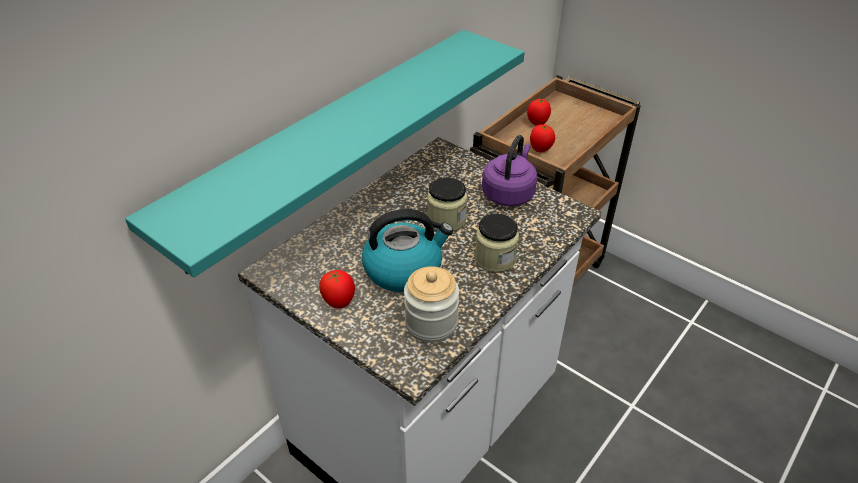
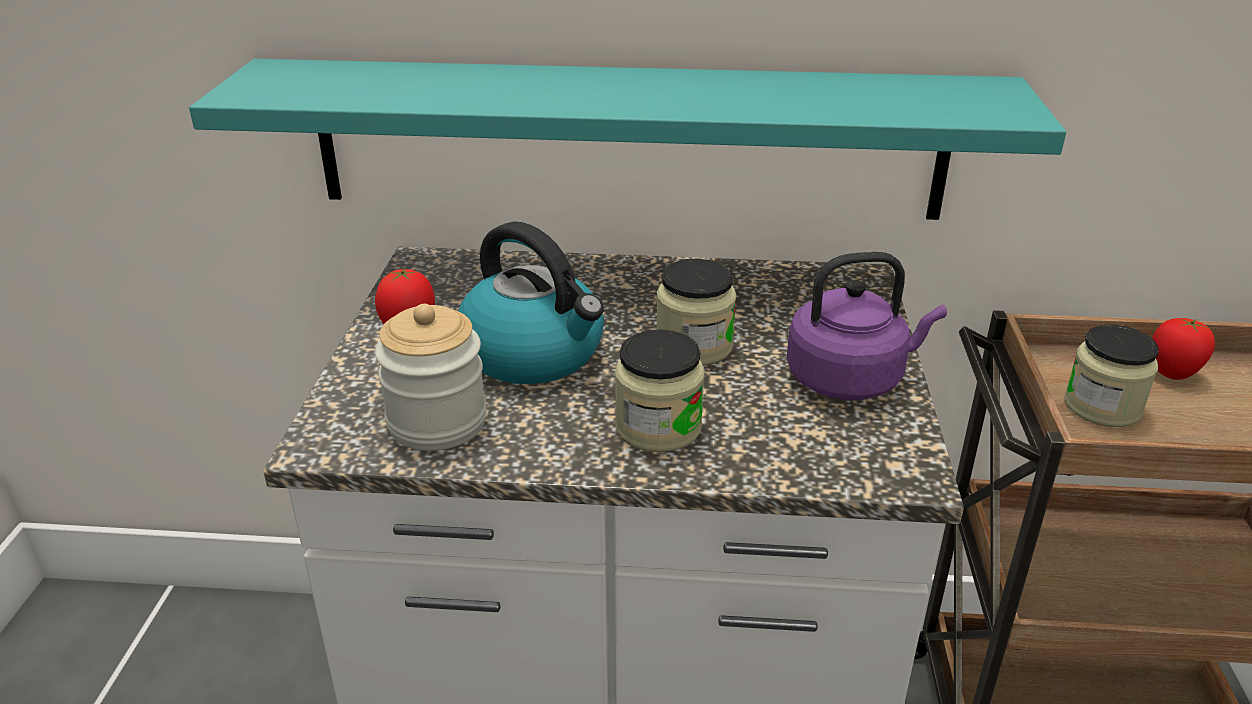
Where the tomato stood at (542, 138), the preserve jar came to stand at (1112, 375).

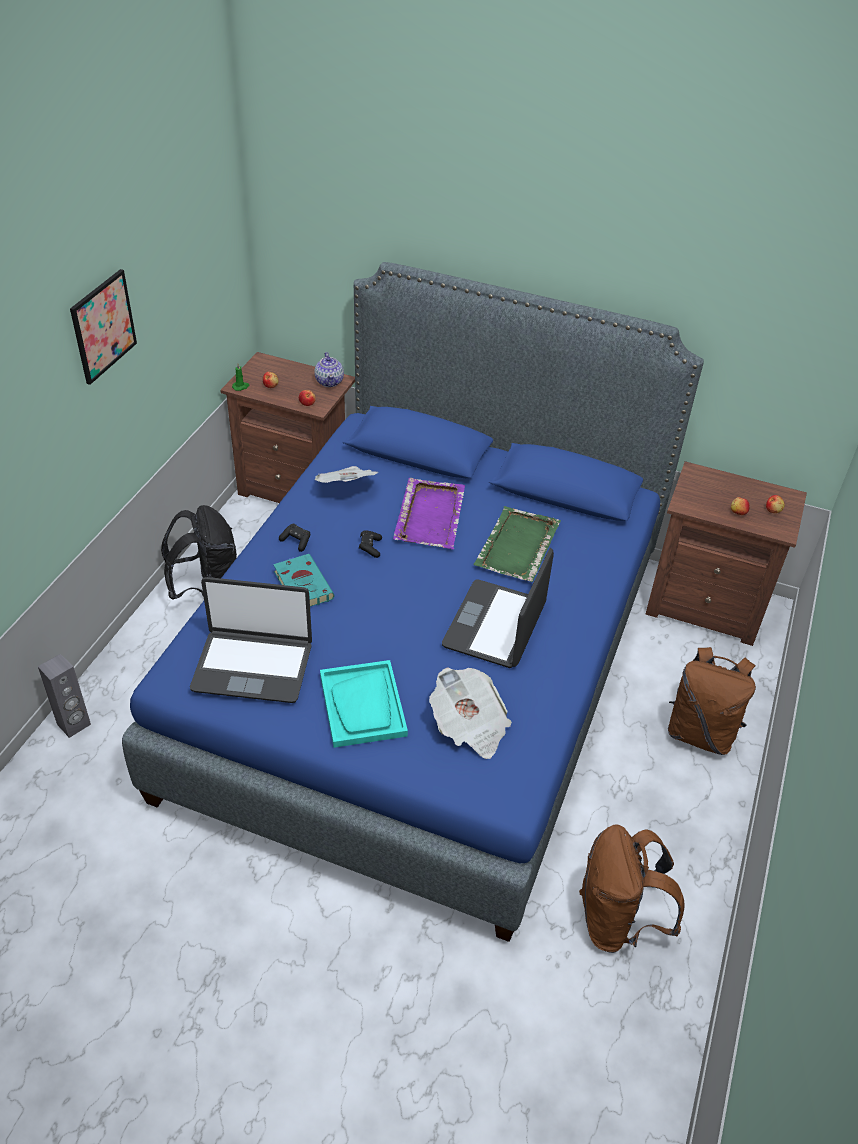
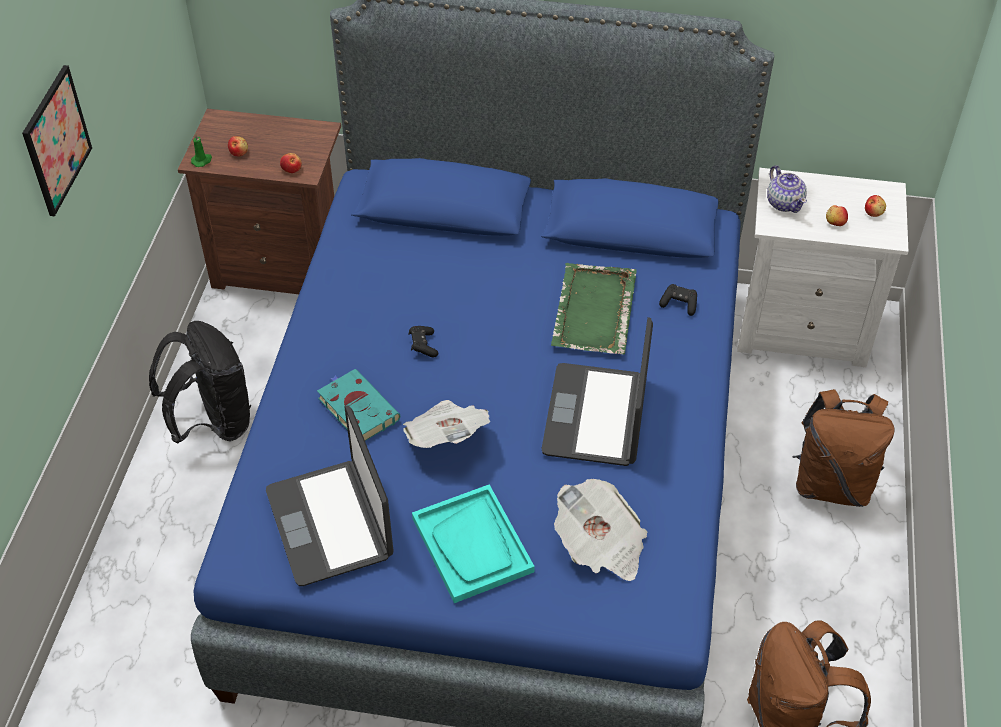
The notebook computer at (251, 640) ended up facing another way, 75 degrees clockwise from before. The daily paper ended up elsewhere, having gone from (346, 474) to (446, 424). The joypad (black) ended up elsewhere, having gone from (294, 538) to (678, 300). What was the nightstand (brown-coloured) at (726, 553) turned into the nightstand (white) at (823, 267). The tea pot ended up elsewhere, having gone from (329, 369) to (787, 189). The second view lost the speaker (grey) at (64, 696). The second view lost the carrying tray (purple) at (429, 513).

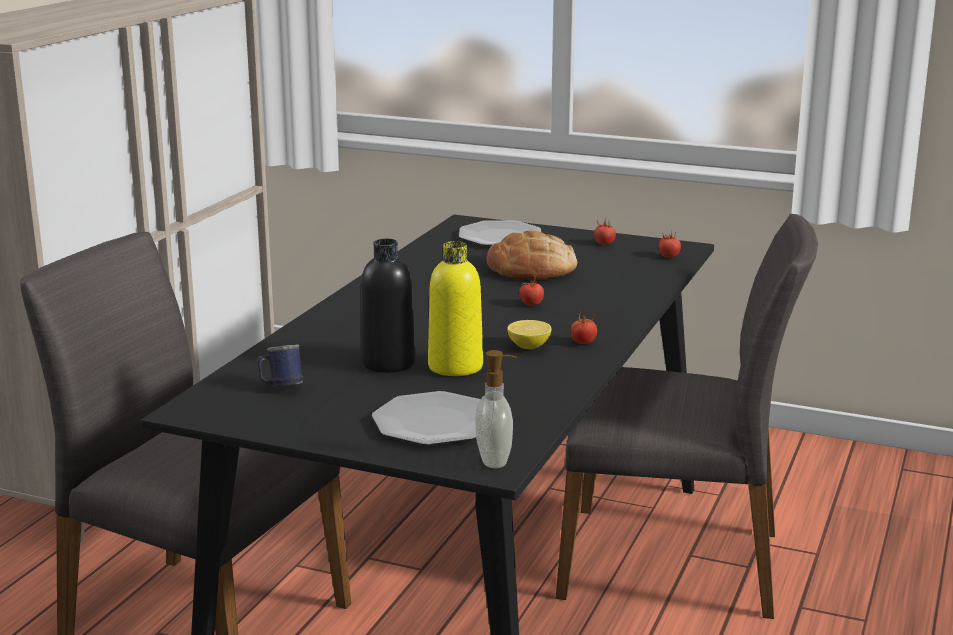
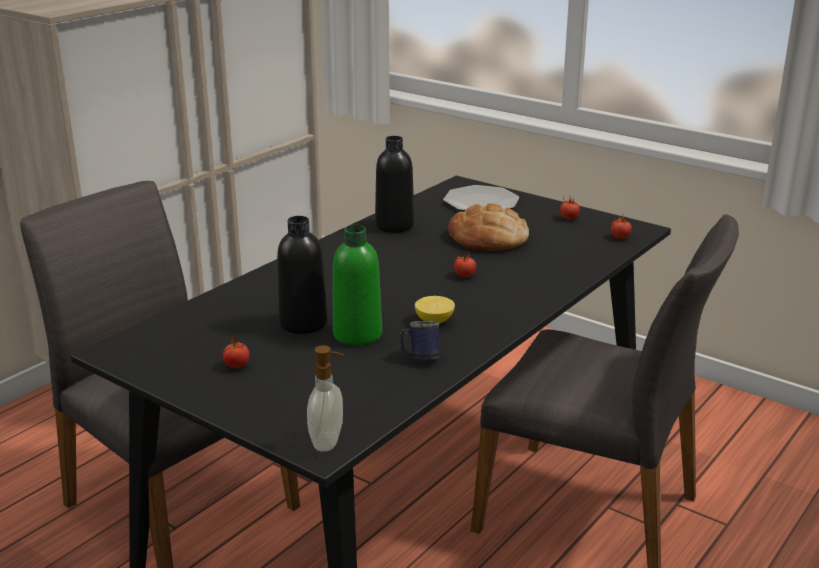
The tomato ended up elsewhere, having gone from (583, 327) to (236, 351). What was the drink bottle (yellow) at (455, 308) turned into the drink bottle (greenish) at (357, 285). The second view gained the drink bottle (black) at (394, 184). The coffee mug (blue-coloured) ended up elsewhere, having gone from (280, 365) to (420, 340). The second view lost the dinner plate at (426, 418).

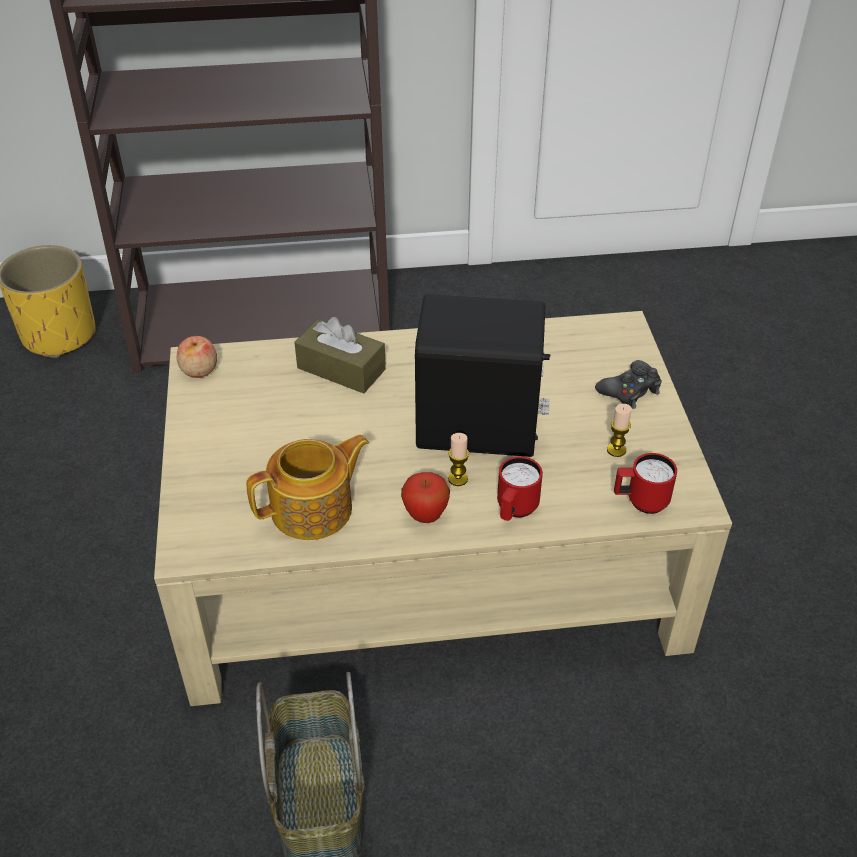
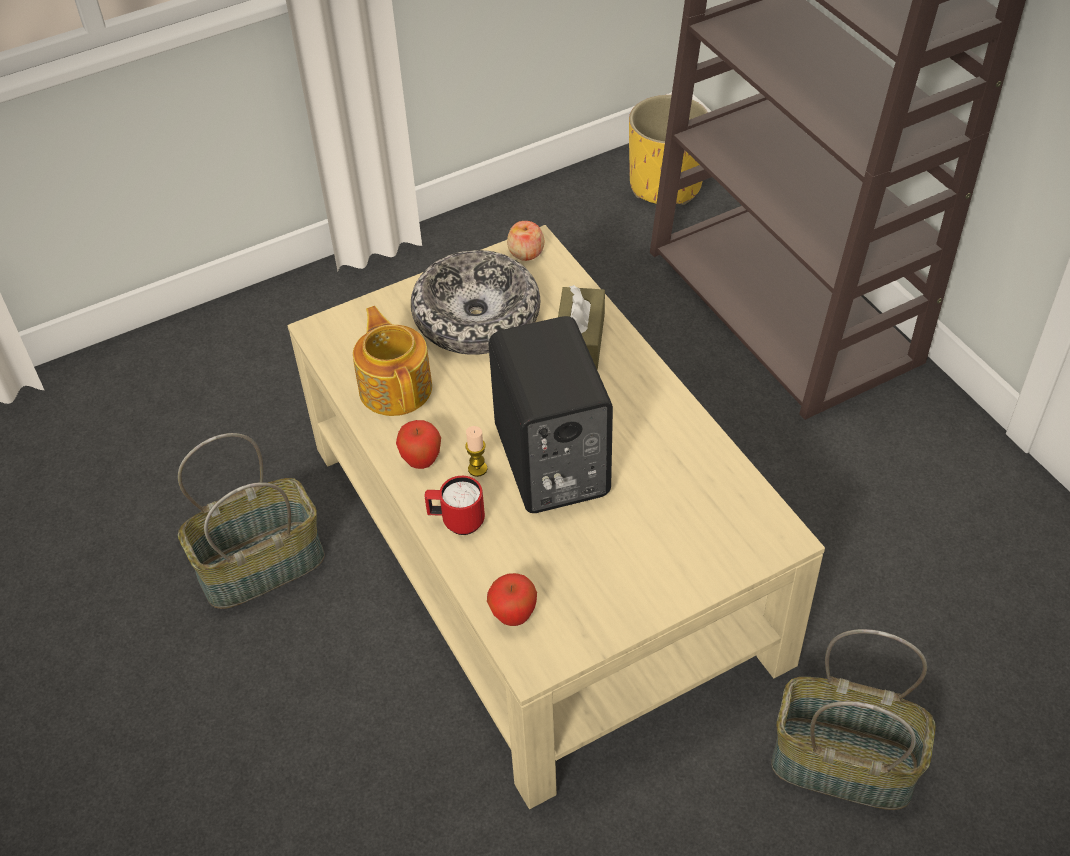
The tea pot at (307, 487) ended up facing another way, 150 degrees counterclockwise from before. The second view gained the deep dish at (475, 302). Where the coffee mug (red) stood at (645, 483), the whole apple came to stand at (512, 599). The second view gained the storage basket at (853, 719). The second view lost the joypad (black) at (628, 384). The second view lost the candle at (619, 430).

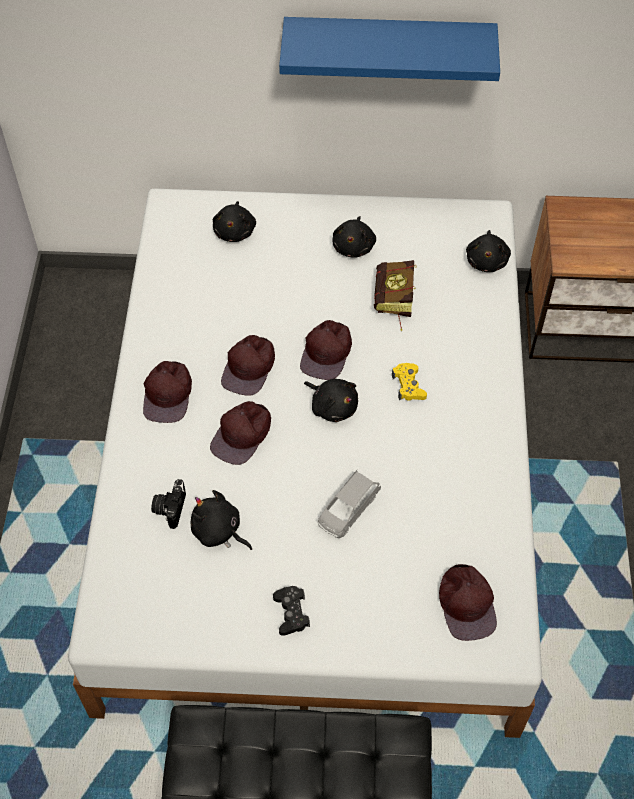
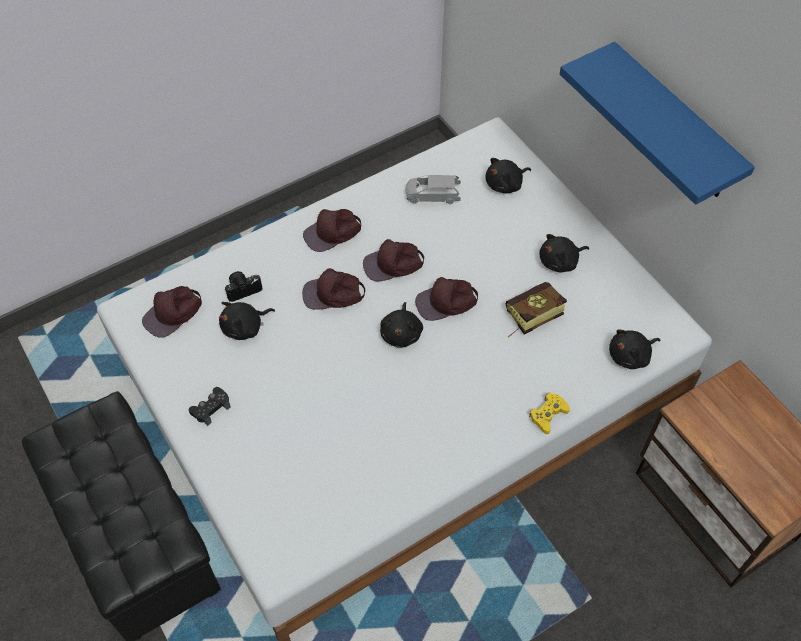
The peaked cap (brown-coloured) ended up elsewhere, having gone from (468, 602) to (172, 312). The cuddly toy (black) at (221, 520) ended up facing another way, 120 degrees counterclockwise from before. The model car (grey) ended up elsewhere, having gone from (349, 504) to (433, 189). The joypad (yellow) ended up elsewhere, having gone from (409, 382) to (549, 413).

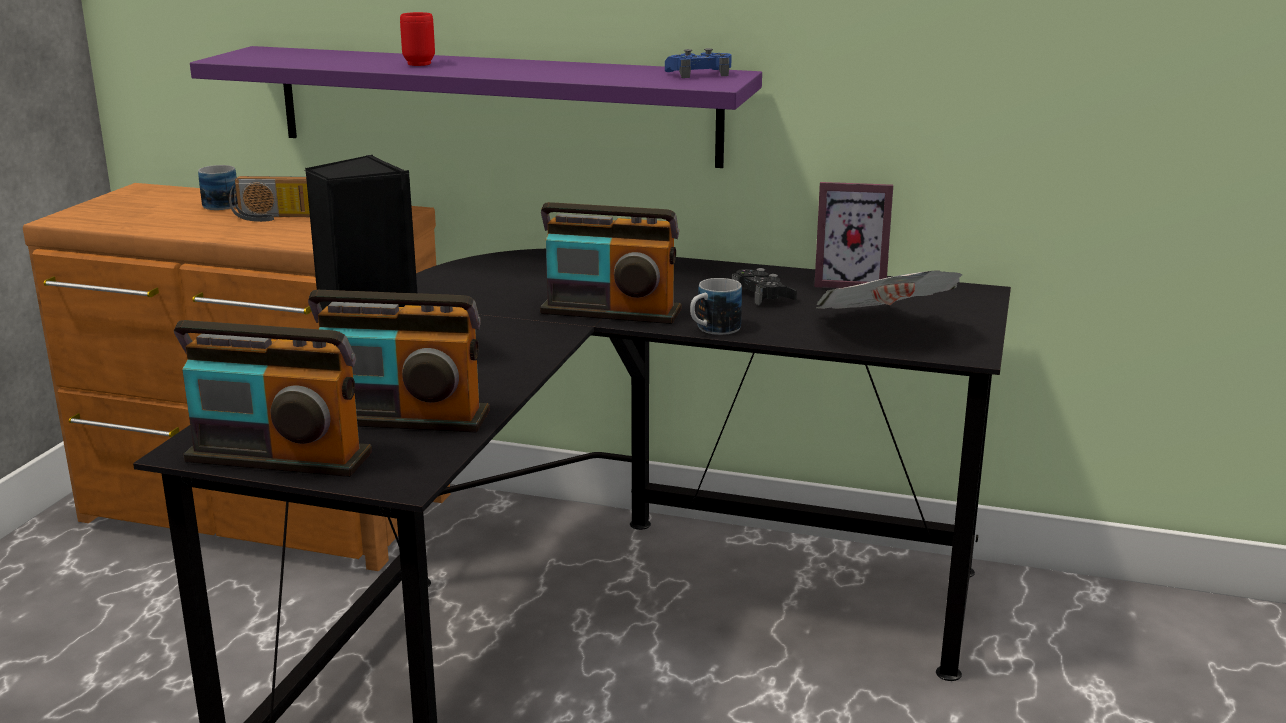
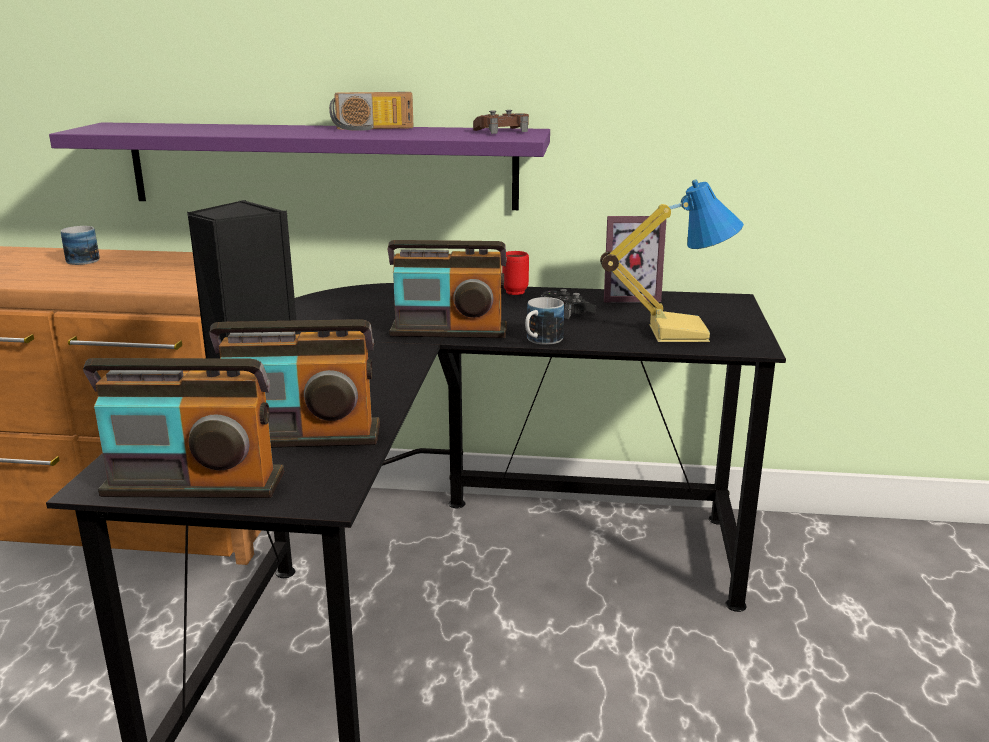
The radio set ended up elsewhere, having gone from (269, 199) to (371, 111). What was the joypad (blue-coloured) at (698, 63) turned into the joypad (brown-coloured) at (501, 122). The coffee mug (red) ended up elsewhere, having gone from (417, 39) to (515, 273). Where the daily paper stood at (889, 289), the tabletop lamp came to stand at (672, 260).

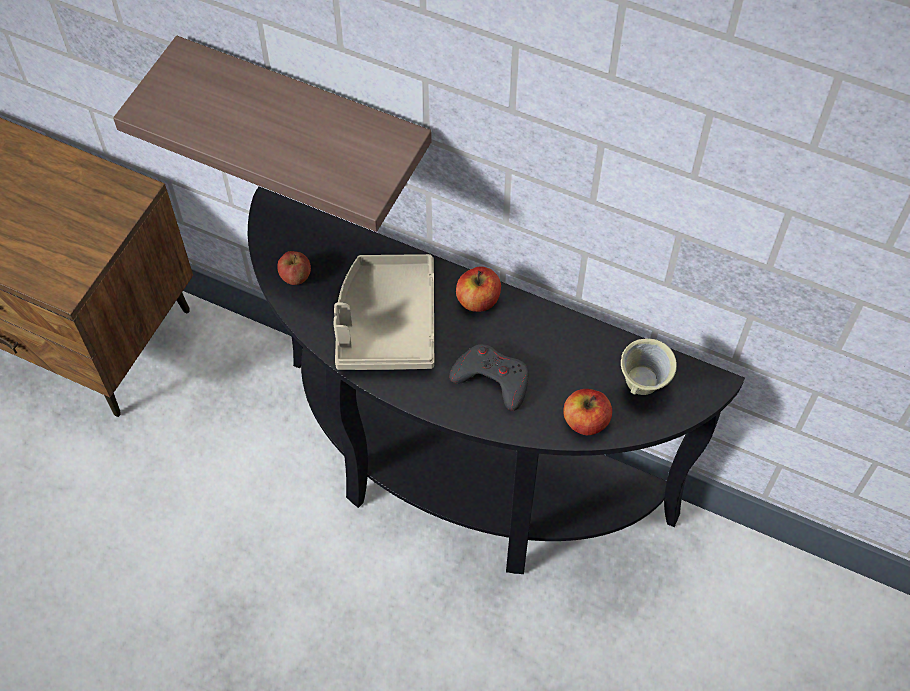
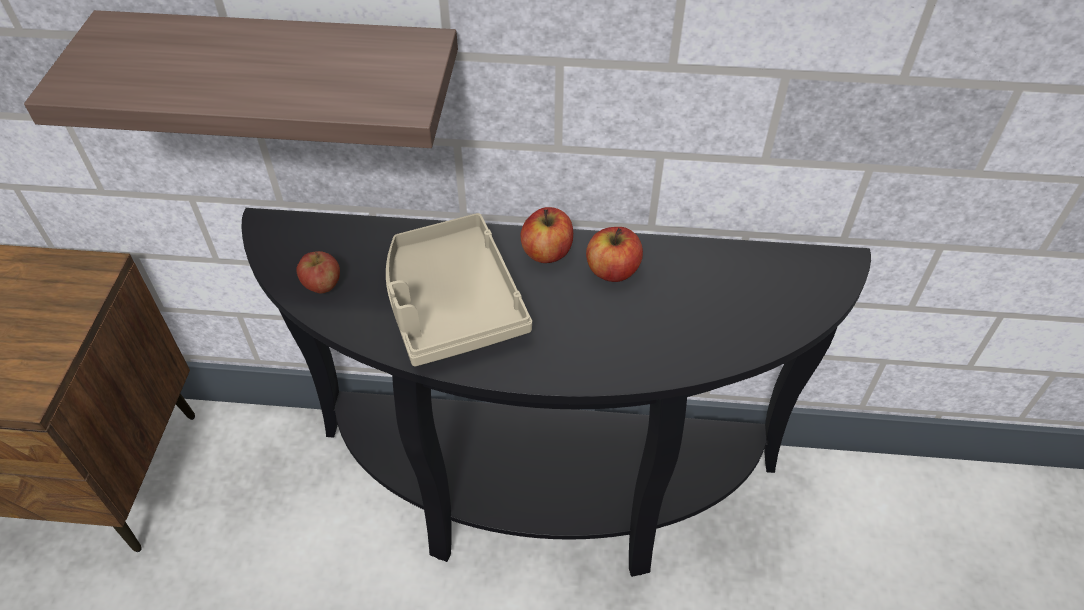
The whole apple ended up elsewhere, having gone from (587, 412) to (614, 254). The second view lost the joypad (grey) at (488, 377). The second view lost the coffee mug (beige) at (649, 366).

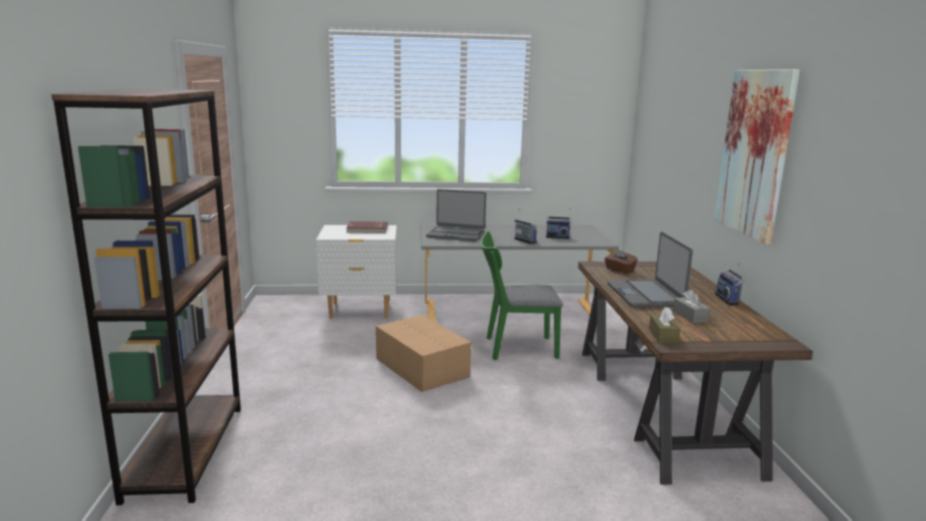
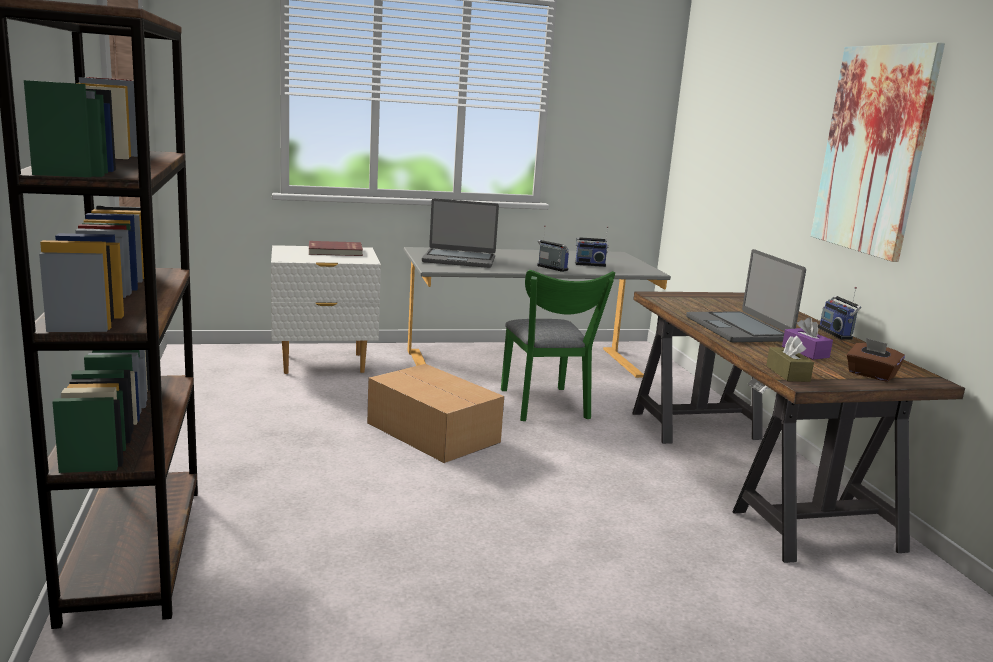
The plain chair (greenish) at (521, 295) ended up facing another way, 90 degrees counterclockwise from before. What was the tissue box (grey) at (691, 306) turned into the tissue box (purple) at (807, 338). The tissue box (brown-coloured) ended up elsewhere, having gone from (621, 261) to (876, 360).

